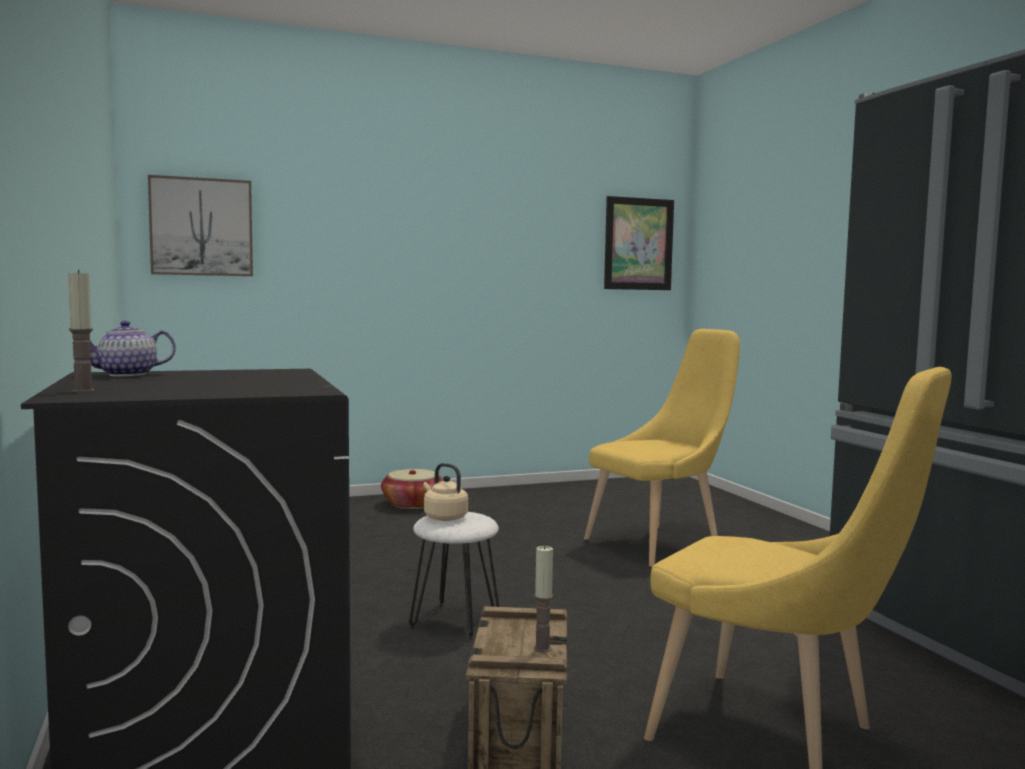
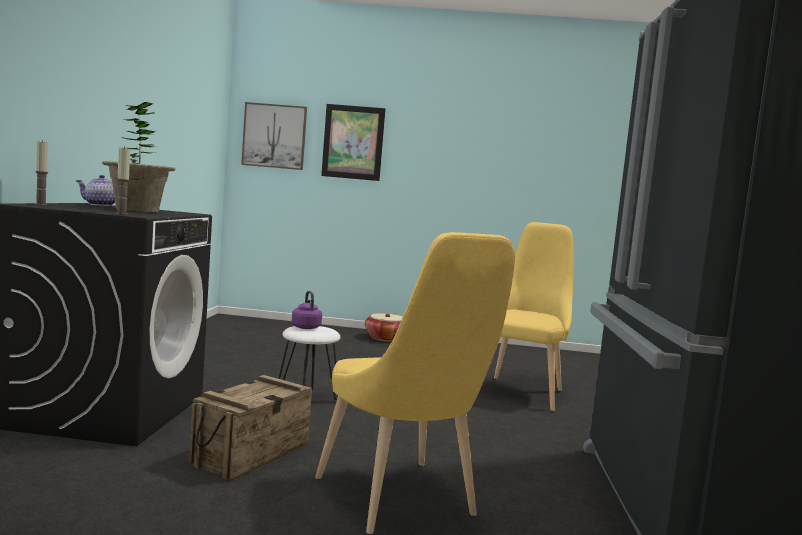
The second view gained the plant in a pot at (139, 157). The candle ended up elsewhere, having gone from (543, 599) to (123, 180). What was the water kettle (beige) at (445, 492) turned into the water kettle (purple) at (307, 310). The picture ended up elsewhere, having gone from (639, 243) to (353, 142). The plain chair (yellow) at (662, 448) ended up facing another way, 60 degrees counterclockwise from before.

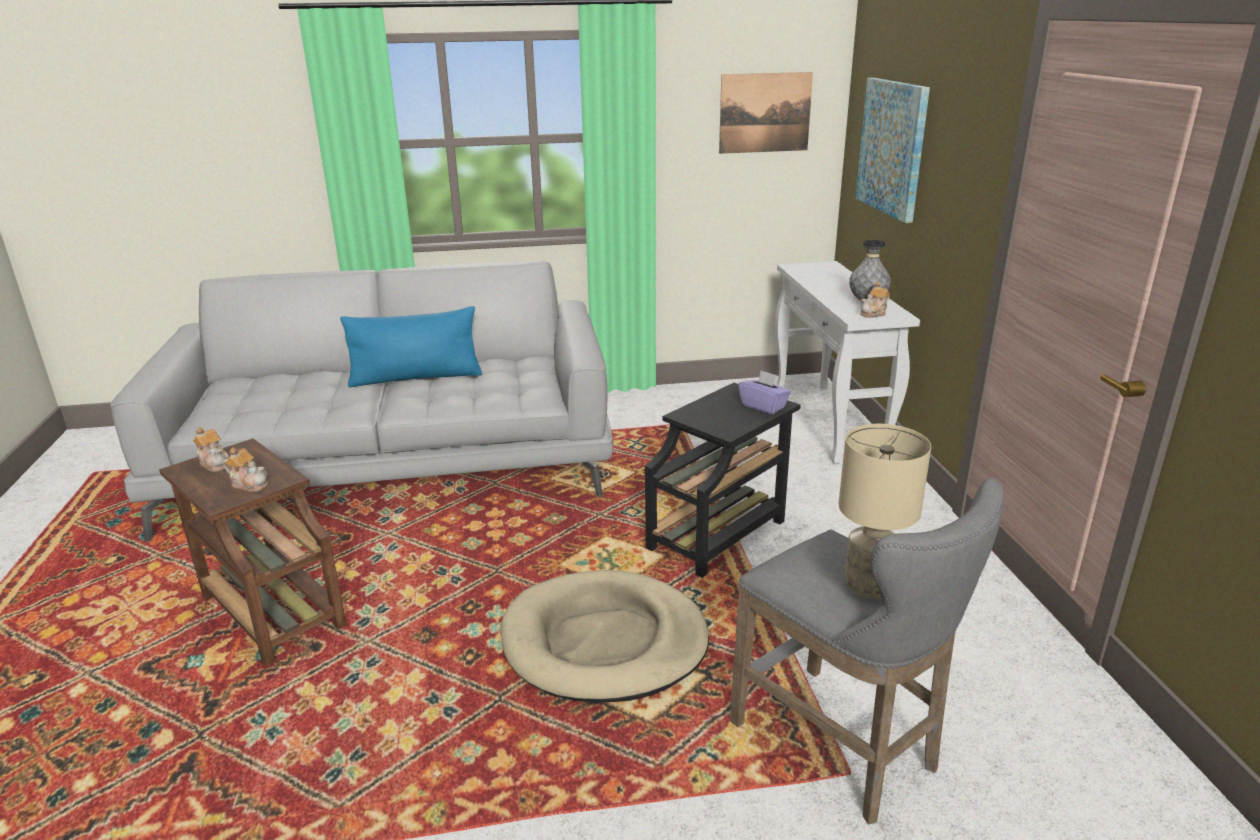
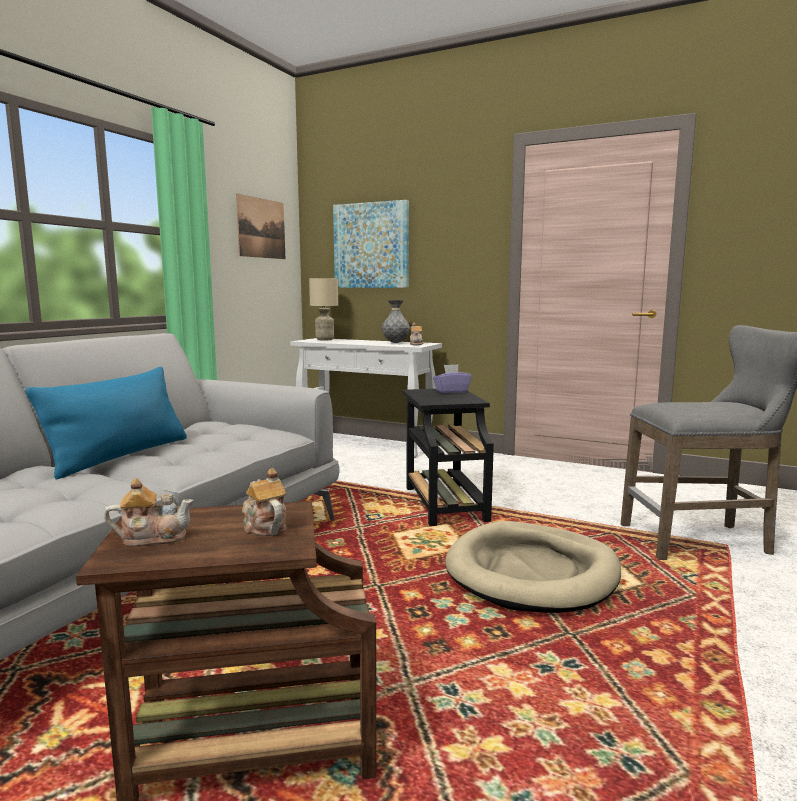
The tea pot at (245, 469) ended up facing another way, 90 degrees counterclockwise from before. The tabletop lamp (beige) ended up elsewhere, having gone from (885, 511) to (323, 309).

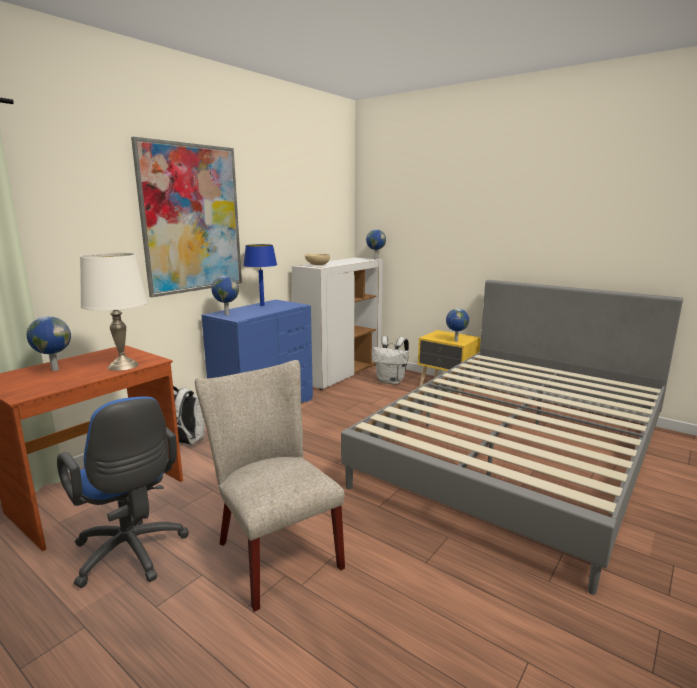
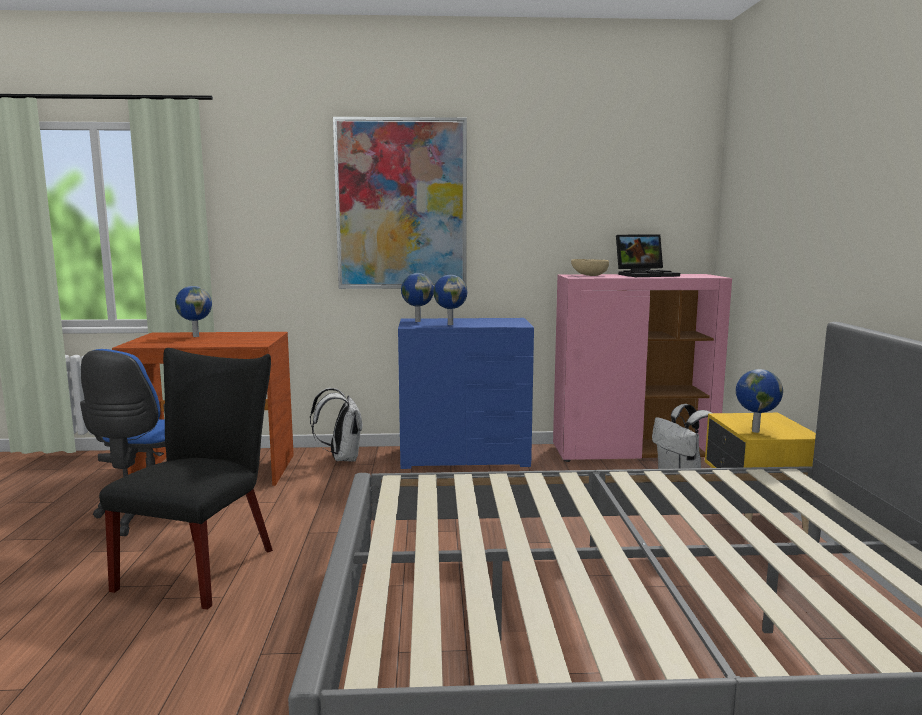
What was the plain chair (beige) at (270, 486) turned into the plain chair (black) at (186, 479). The world globe ended up elsewhere, having gone from (376, 244) to (450, 300). What was the cabinet (white) at (337, 324) turned into the cabinet (pinkish) at (642, 368). The second view gained the notebook computer at (648, 255). The second view lost the tabletop lamp (white) at (113, 312). The second view lost the tabletop lamp (blue-coloured) at (260, 275).

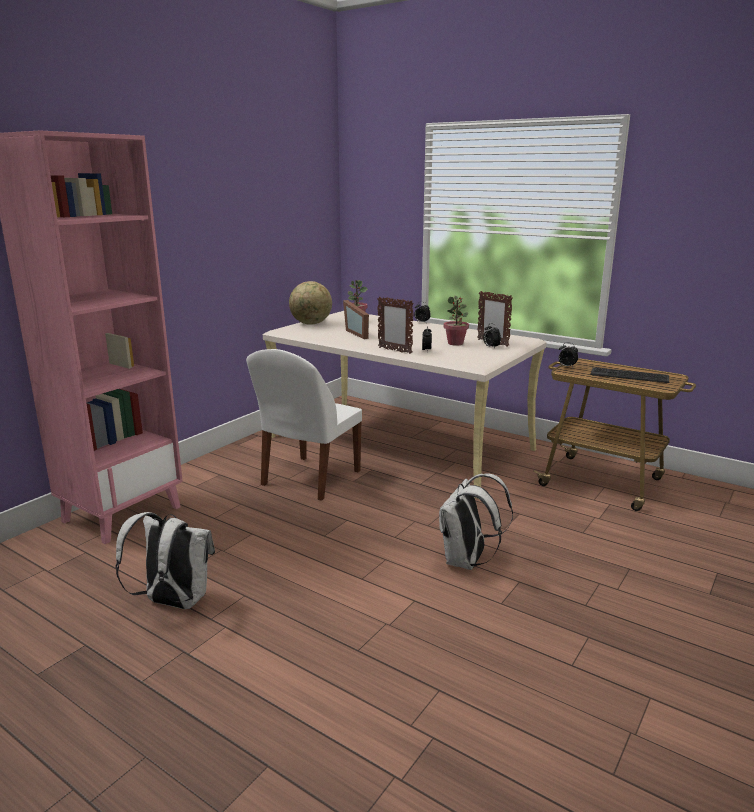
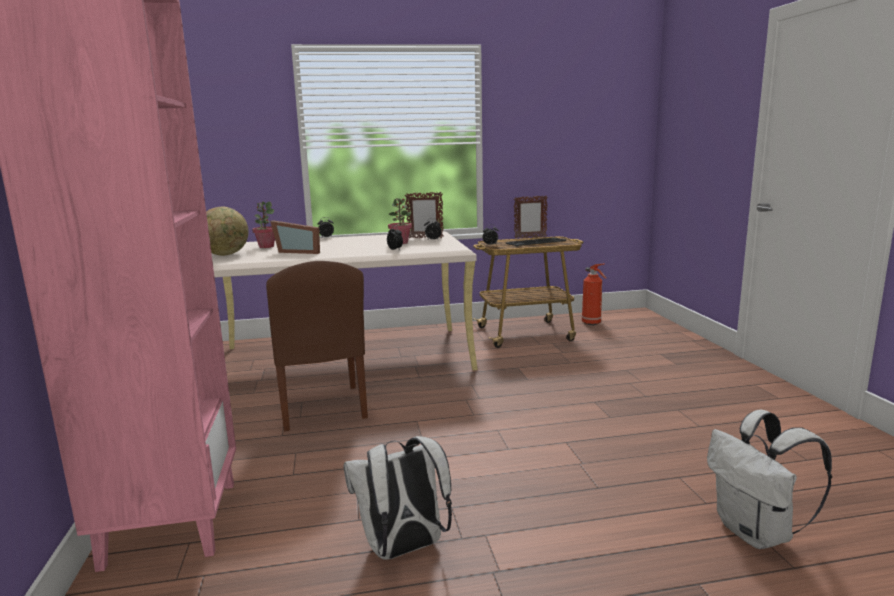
What was the plain chair (white) at (304, 425) turned into the plain chair (brown-coloured) at (317, 346). The photo frame ended up elsewhere, having gone from (395, 325) to (531, 216). The second view gained the fire-fighting cylinder at (594, 294). The rucksack (white) ended up elsewhere, having gone from (476, 521) to (769, 479).

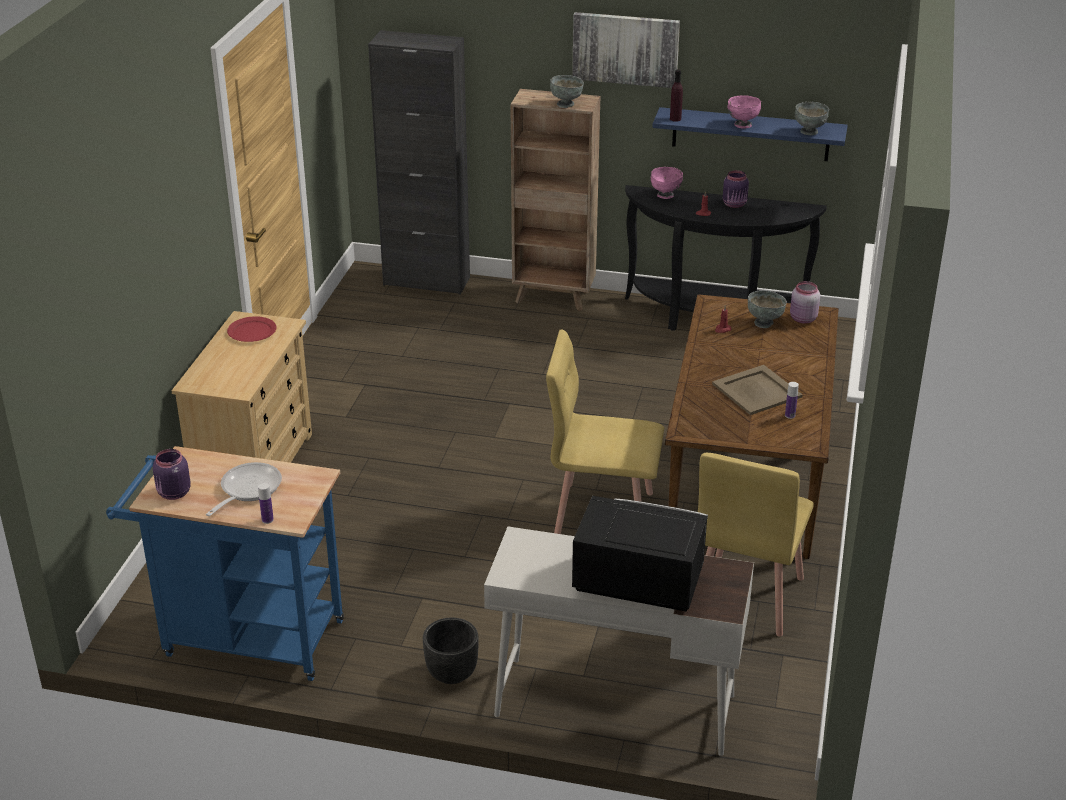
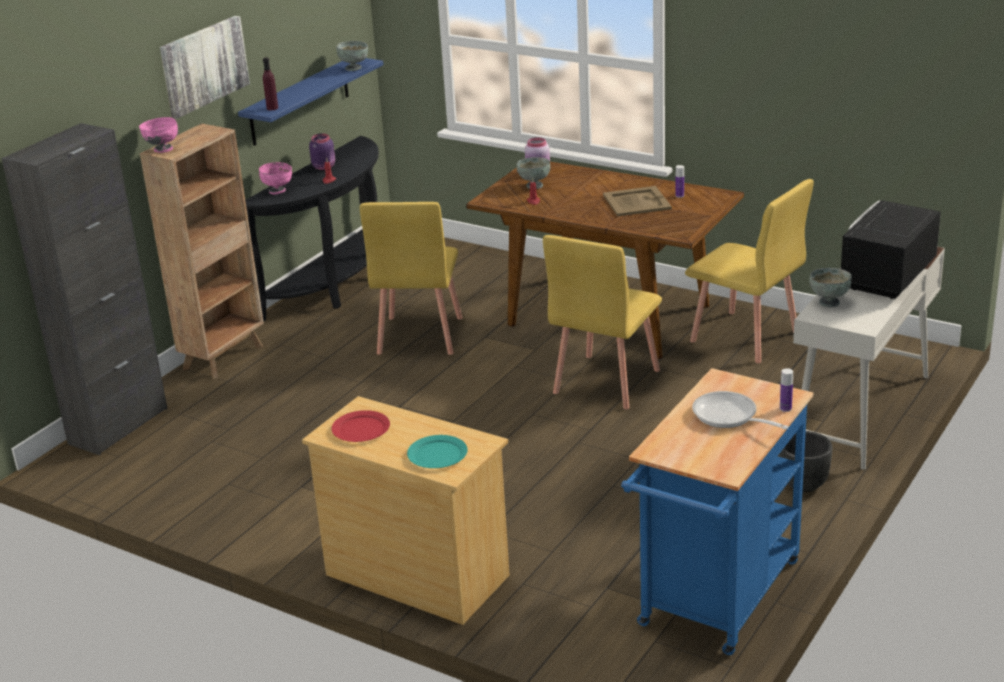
The deep dish (pinkish) ended up elsewhere, having gone from (744, 112) to (158, 135). The second view gained the plain chair (yellow) at (411, 278). The second view gained the dinner plate (turquoise-coloured) at (437, 451). The deep dish (grey) ended up elsewhere, having gone from (567, 91) to (830, 288). The second view lost the preserve jar (purple) at (172, 474).

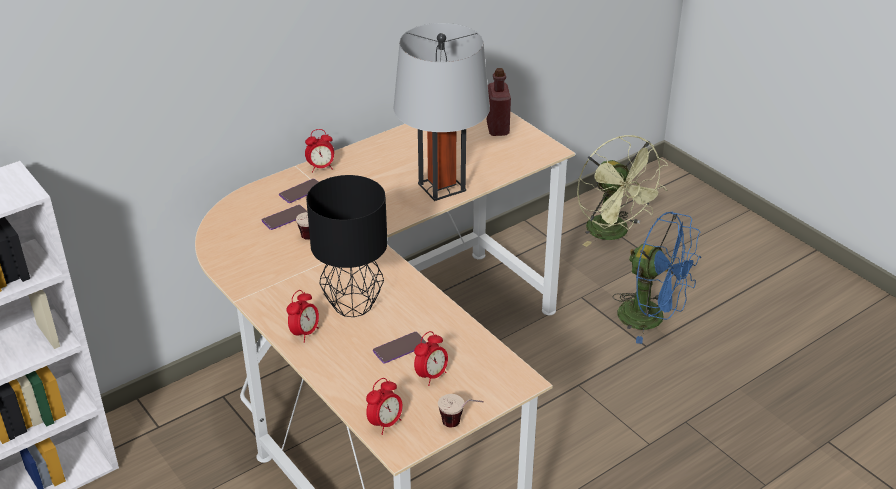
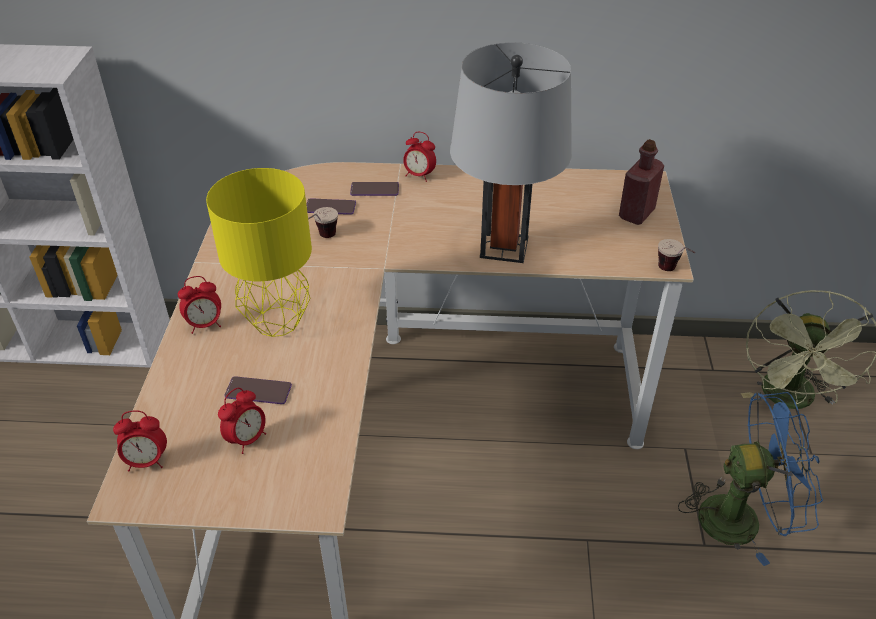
What was the tabletop lamp (black) at (346, 246) turned into the tabletop lamp (yellow) at (259, 252). The bedside clock at (431, 358) ended up facing another way, 45 degrees counterclockwise from before. The drinking cup ended up elsewhere, having gone from (461, 410) to (677, 255). The electric fan (blue-coloured) at (656, 278) ended up facing another way, 75 degrees counterclockwise from before.

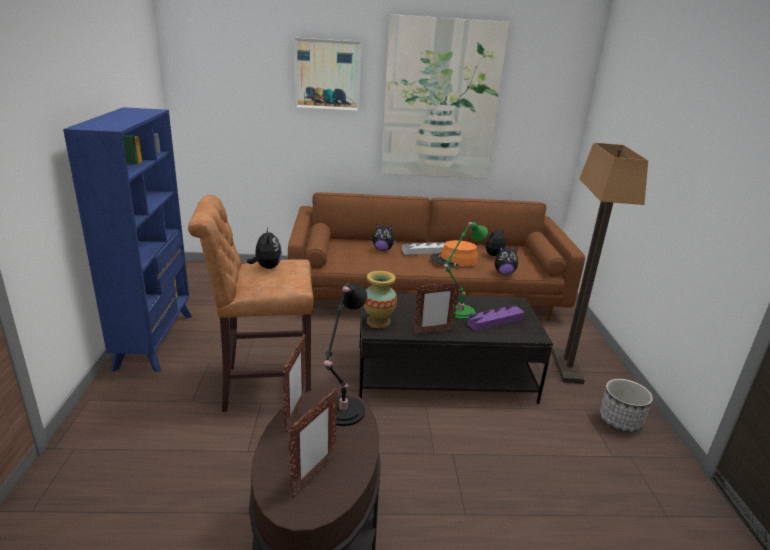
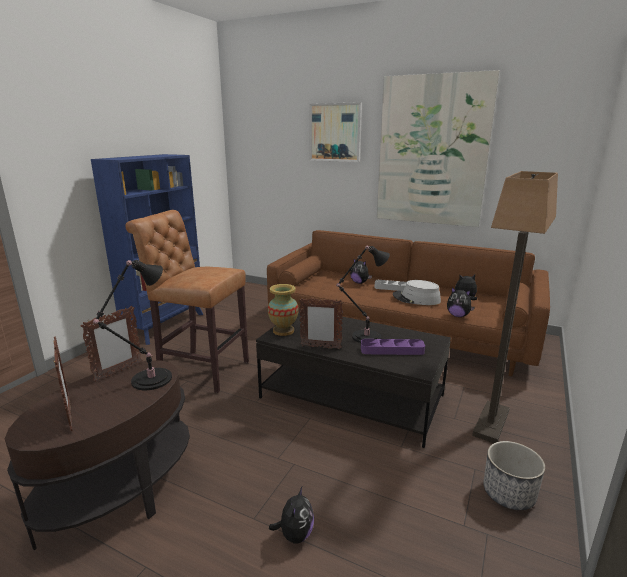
The photo frame at (313, 442) ended up facing another way, 90 degrees counterclockwise from before. The cuddly toy ended up elsewhere, having gone from (264, 248) to (291, 515). What was the tabletop lamp (greenish) at (466, 271) turned into the tabletop lamp (black) at (363, 294). What was the clothing hat (orange-coloured) at (454, 253) turned into the clothing hat (grey) at (417, 292).

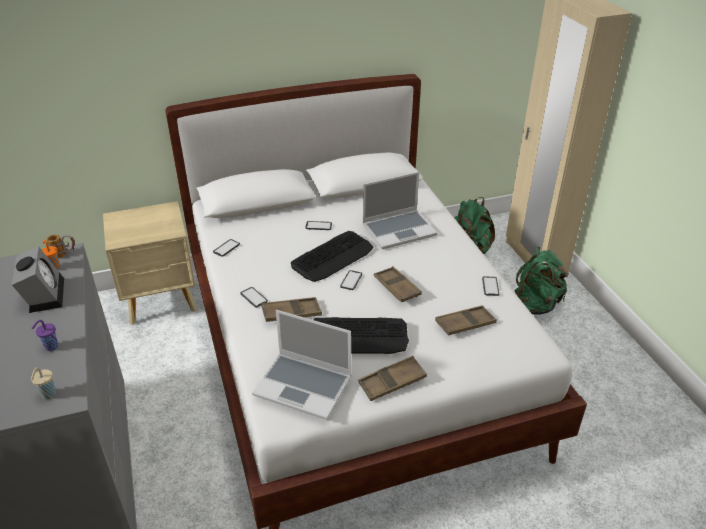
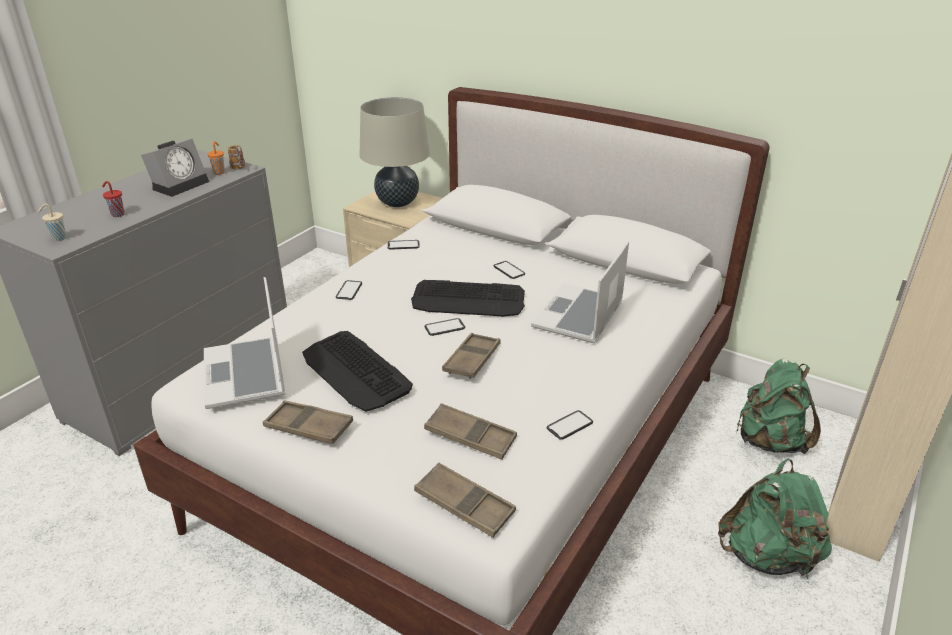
What was the drinking cup (purple) at (45, 335) turned into the drinking cup (red) at (113, 199). The second view gained the tabletop lamp (beige) at (395, 152). The carrying tray (brown-coloured) ended up elsewhere, having gone from (291, 309) to (465, 500). The notebook computer at (399, 210) ended up facing another way, 90 degrees clockwise from before.

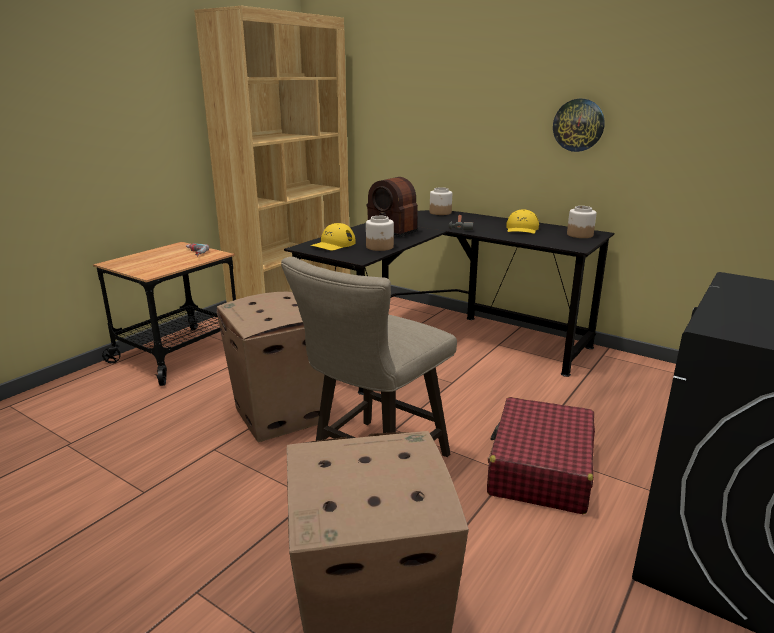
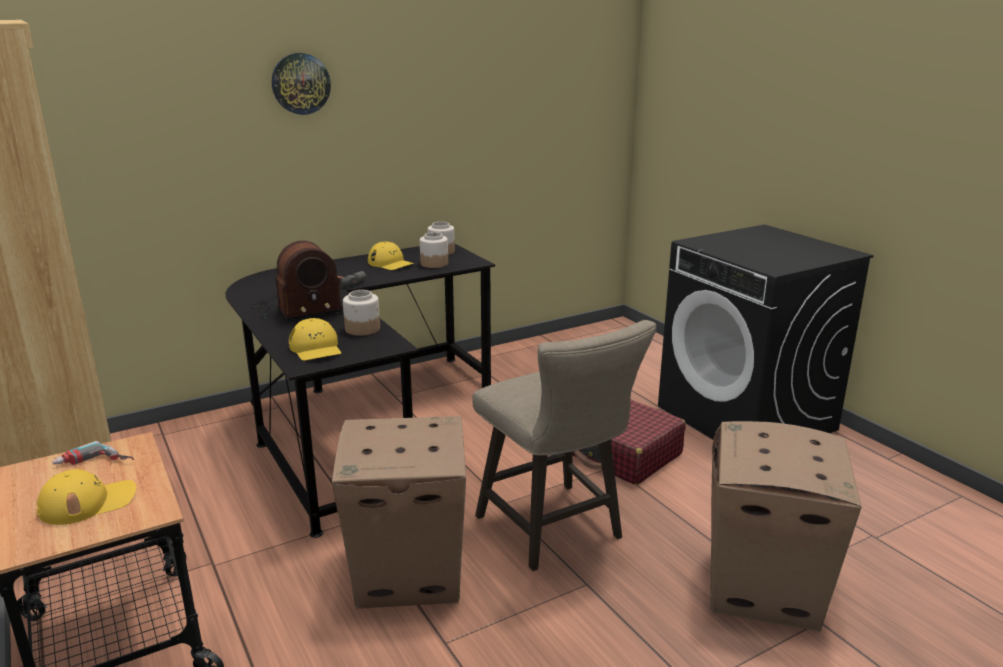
The second view gained the peaked cap (yellow) at (86, 497). The wall clock ended up elsewhere, having gone from (579, 125) to (301, 84). The preserve jar ended up elsewhere, having gone from (441, 201) to (434, 250).

